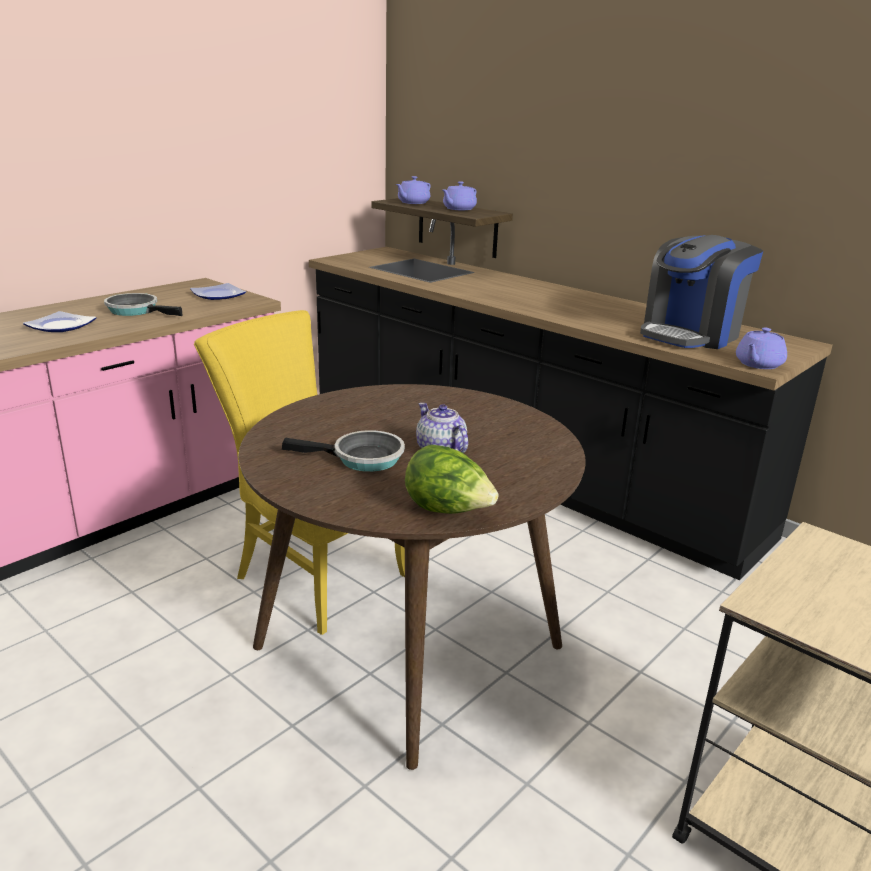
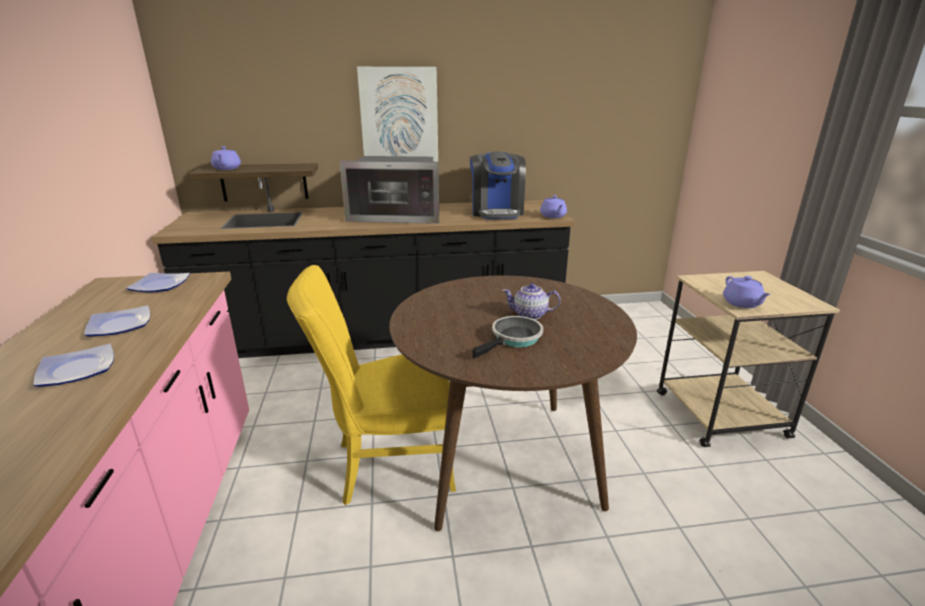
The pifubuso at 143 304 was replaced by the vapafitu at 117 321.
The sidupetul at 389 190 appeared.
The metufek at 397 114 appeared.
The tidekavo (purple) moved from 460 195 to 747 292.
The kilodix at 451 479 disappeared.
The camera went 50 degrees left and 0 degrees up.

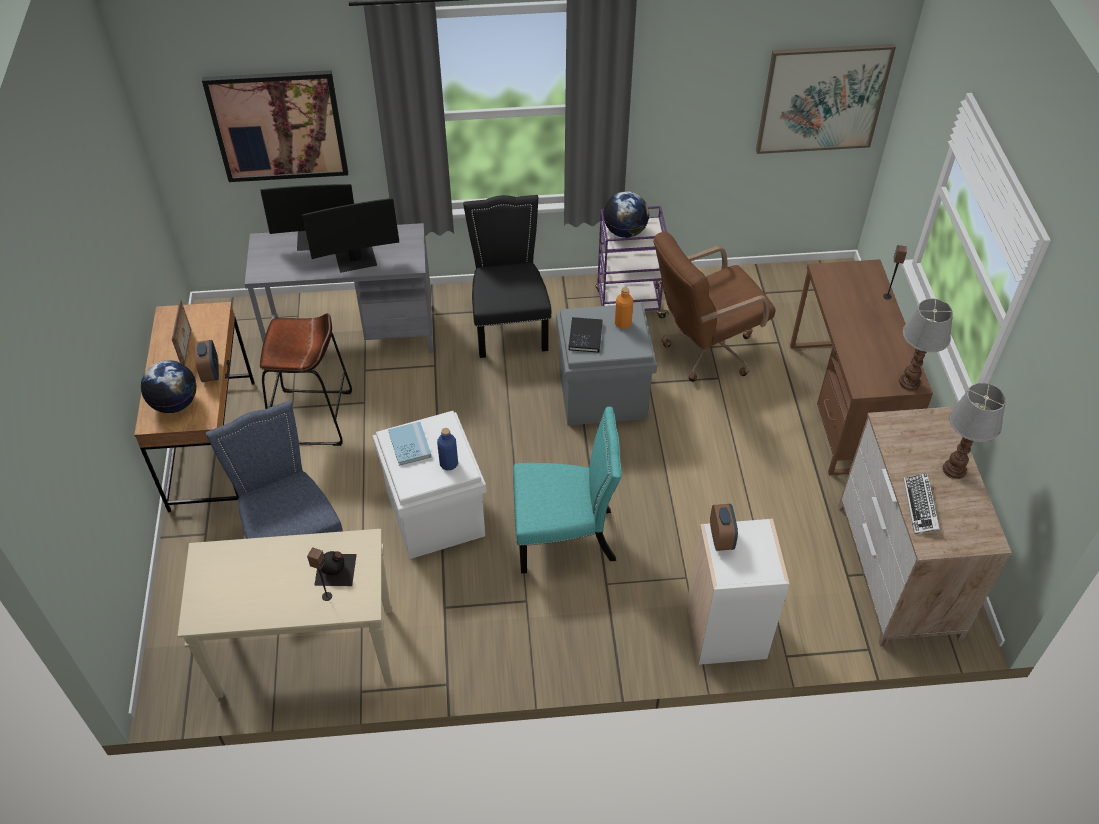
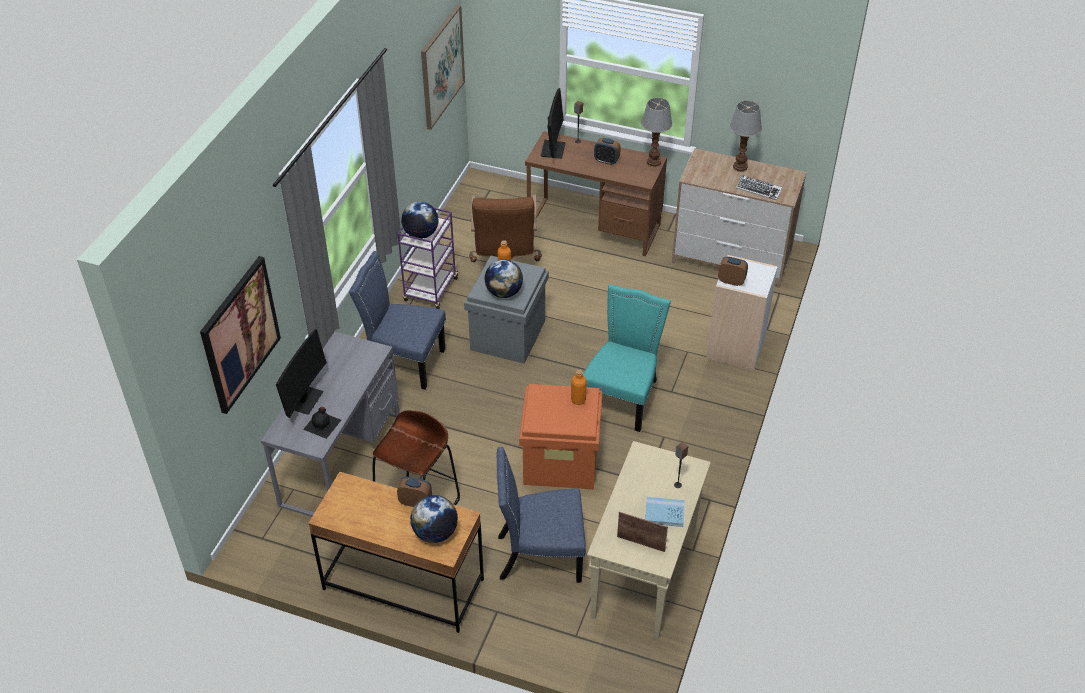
The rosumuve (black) moved from 335 568 to 322 423.
The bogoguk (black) at 507 276 became the bogoguk (blue) at 397 320.
The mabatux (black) at 585 335 was replaced by the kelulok at 503 279.
The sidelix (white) at 429 485 became the sidelix (orange) at 561 436.
The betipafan moved from 351 235 to 553 123.
The rosumuve (blue) at 447 449 became the rosumuve (orange) at 579 387.
The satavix at 607 151 appeared.
The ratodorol moved from 181 332 to 642 532.
The mabatux (blue) moved from 410 444 to 665 512.
The camera went 65 degrees left and 5 degrees down.

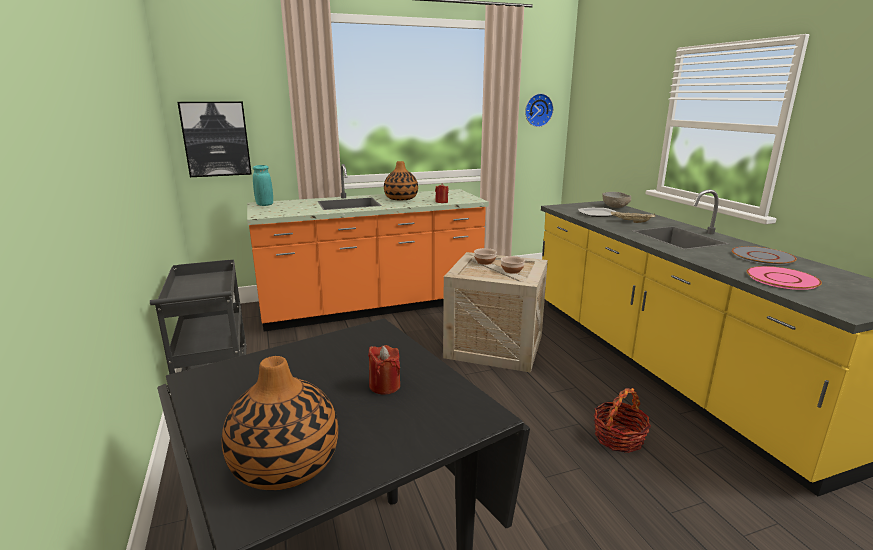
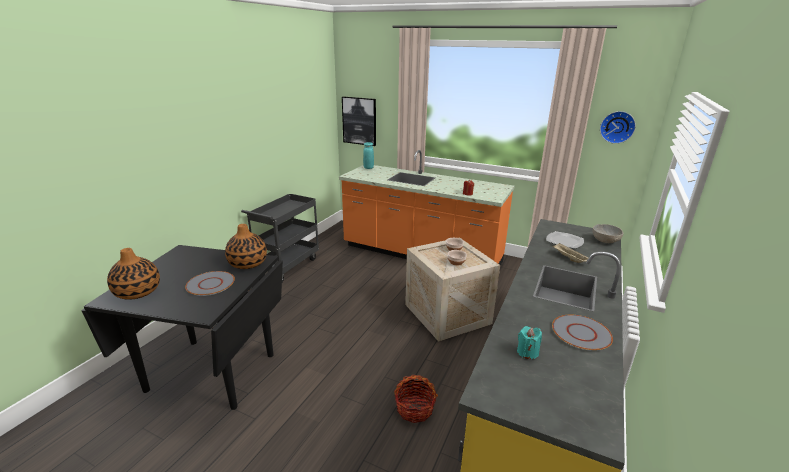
The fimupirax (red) at 384 369 was replaced by the vapafitu (grey) at 210 283.
The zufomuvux moved from 401 180 to 246 246.
The vapafitu (pink) at 784 278 was replaced by the fimupirax (turquoise) at 529 342.
The camera went 45 degrees right and 5 degrees up.

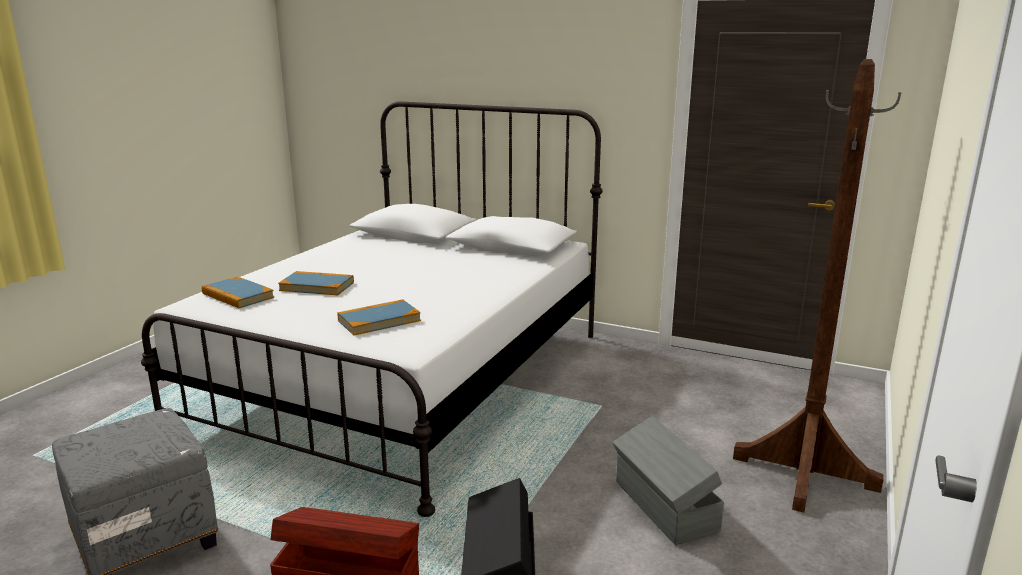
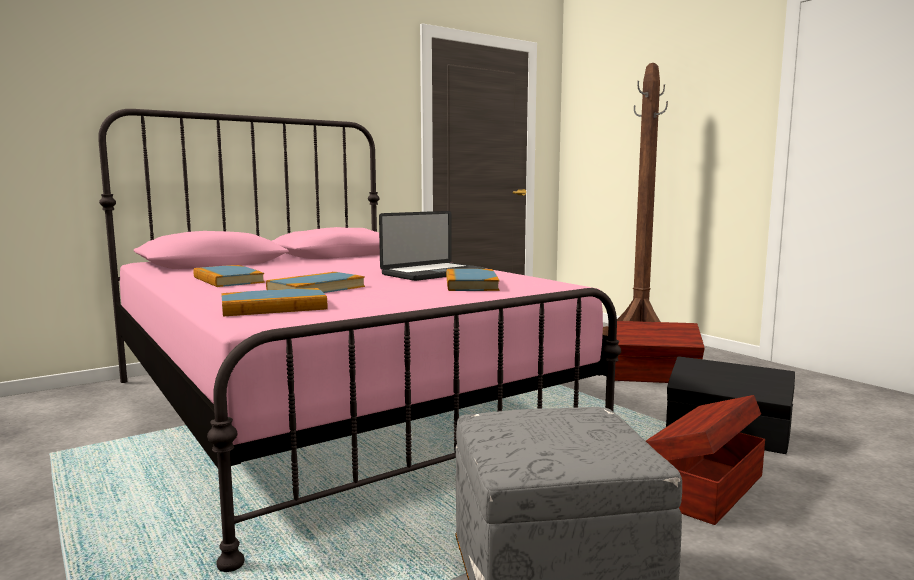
The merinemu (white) at 372 309 became the merinemu (pink) at 359 340.
The mabatux at 229 276 appeared.
The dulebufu at 432 246 appeared.
The sidelix (grey) at 668 480 became the sidelix (brown) at 659 352.
The camera went 60 degrees left and 10 degrees down.

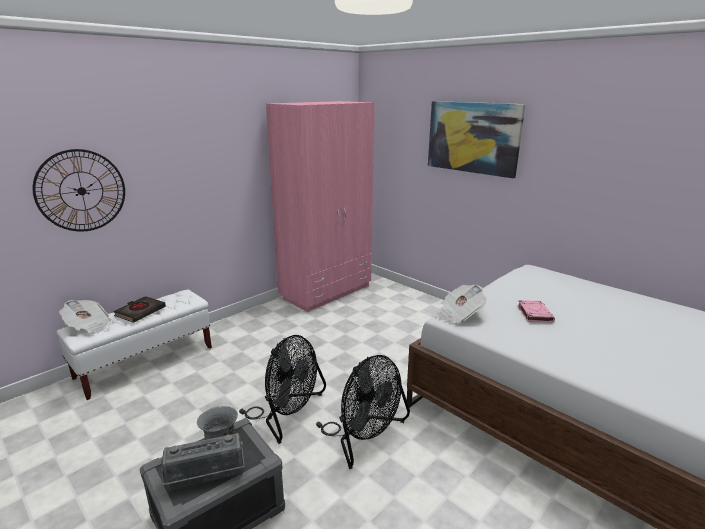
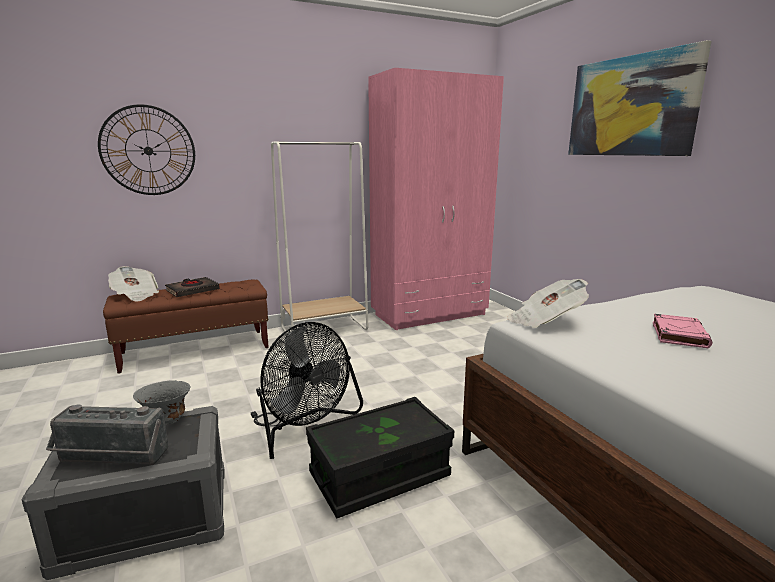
The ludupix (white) at 134 344 became the ludupix (brown) at 186 326.
The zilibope at 319 238 appeared.
The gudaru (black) at 363 412 was replaced by the sidelix (black) at 380 457.
The camera went 20 degrees right and 5 degrees down.

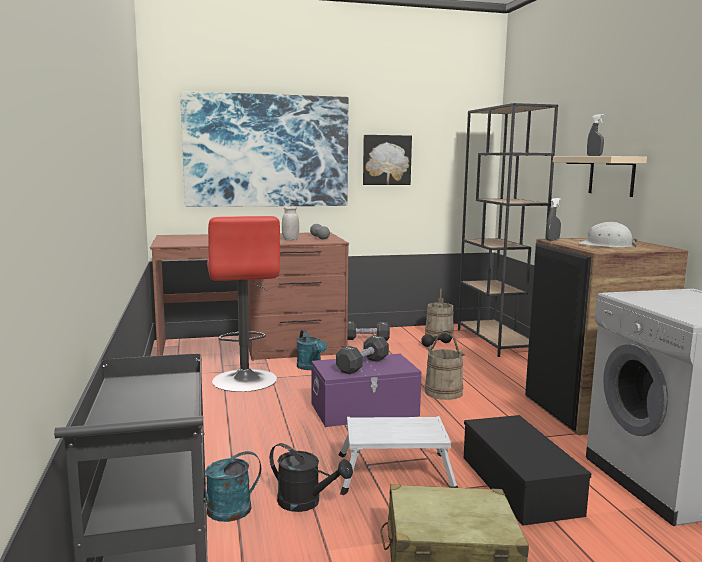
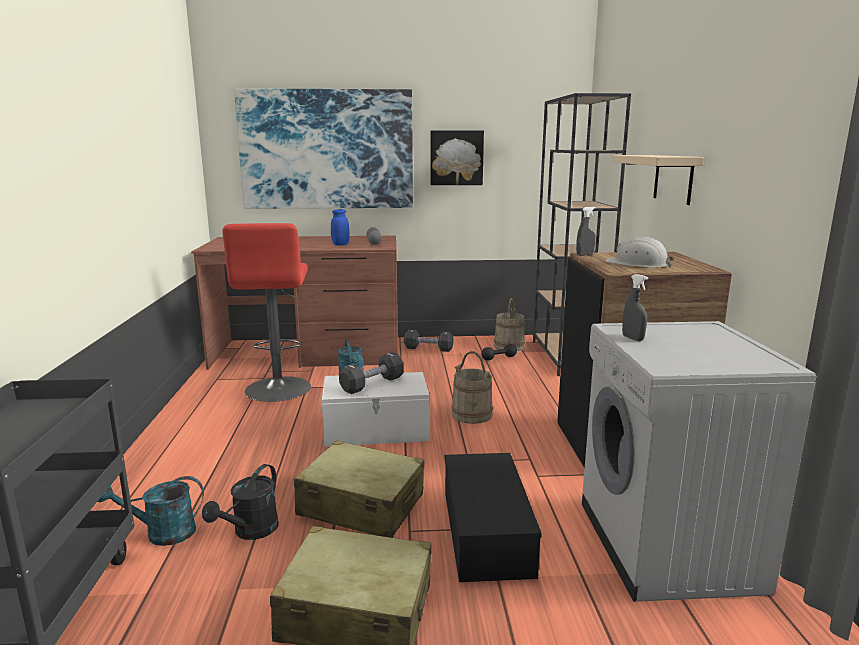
The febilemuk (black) at 311 477 turned 75 degrees clockwise.
The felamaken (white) at 398 455 was replaced by the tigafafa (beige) at 359 489.
The sidelix (purple) at 367 390 became the sidelix (white) at 376 409.
The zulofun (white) at 290 223 became the zulofun (blue) at 340 227.
The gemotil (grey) moved from 595 135 to 635 307.
The camera went 10 degrees right and 5 degrees up.

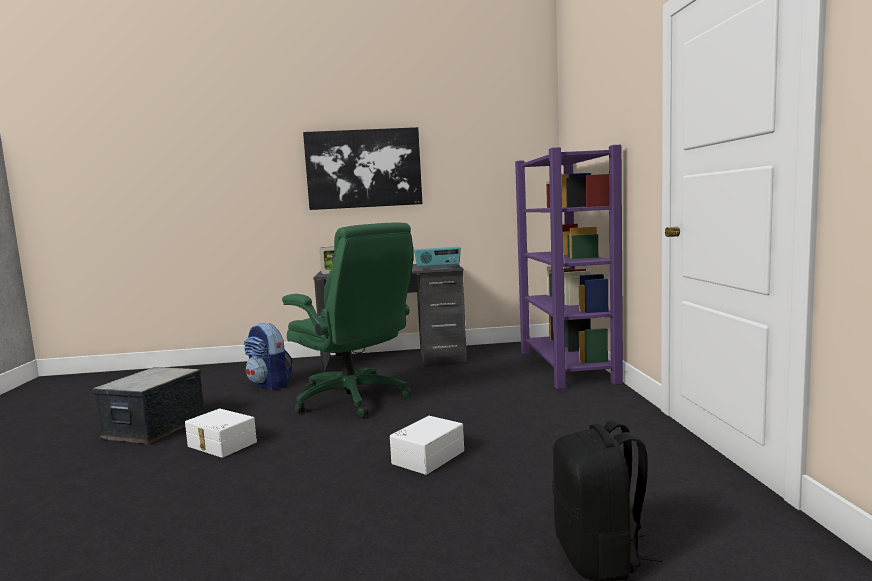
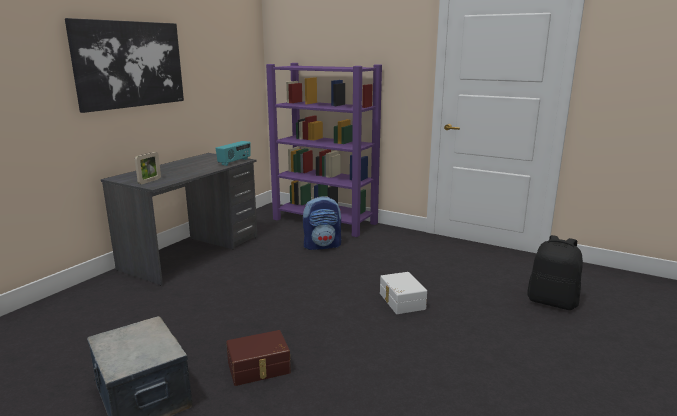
The sidelix (white) at 221 433 became the sidelix (brown) at 258 358.
The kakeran moved from 268 356 to 322 223.
The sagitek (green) at 348 320 disappeared.
The camera went 55 degrees left and 10 degrees up.

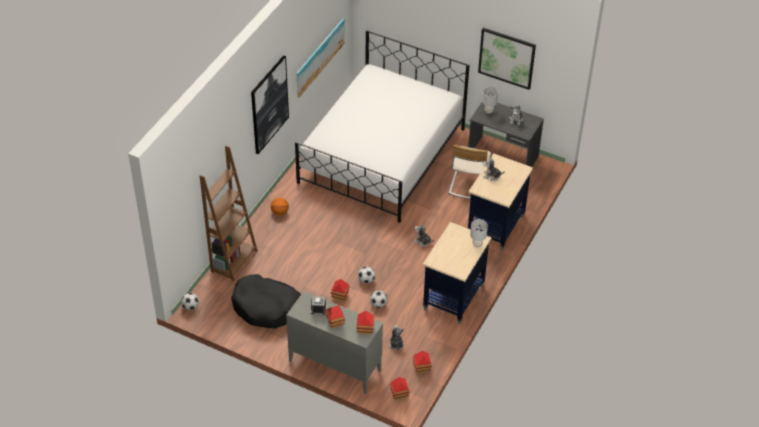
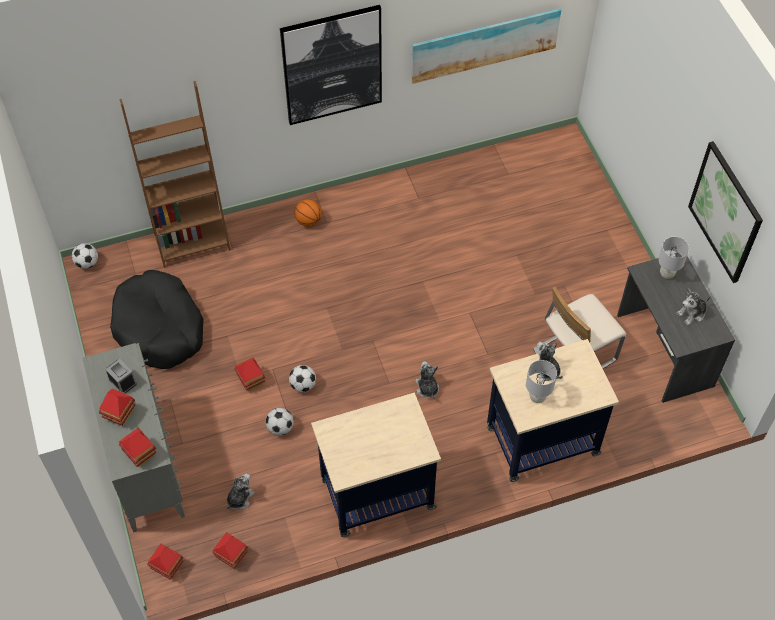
The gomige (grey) moved from 479 233 to 541 381.
The merinemu (white) at 382 126 disappeared.
The camera went 45 degrees right and 10 degrees up.

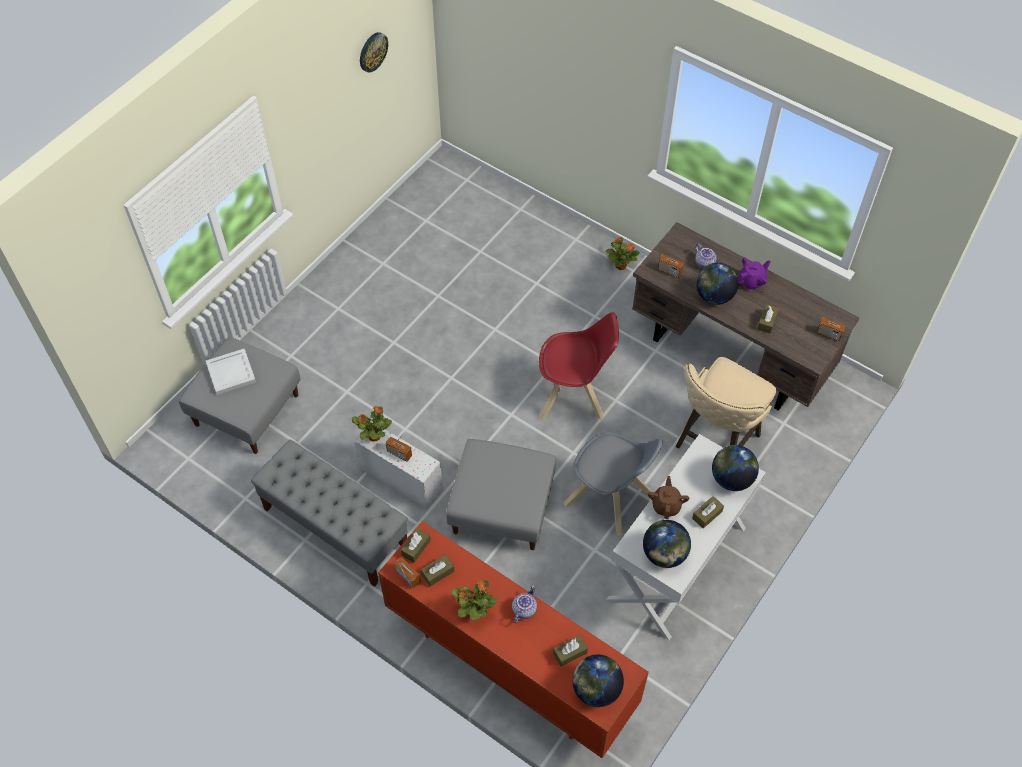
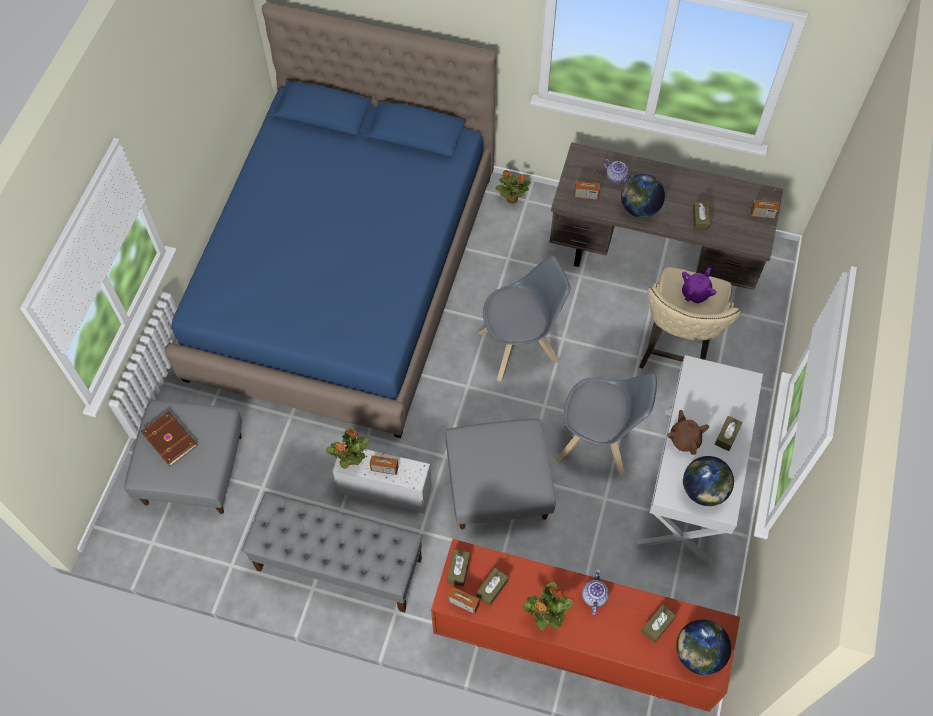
The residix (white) at 231 372 was replaced by the mabatux (brown) at 169 438.
The merinemu (blue) at 330 220 appeared.
The bogoguk (red) at 579 366 became the bogoguk (grey) at 524 319.
The tidekavo (purple) moved from 754 273 to 699 285.
The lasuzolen at 374 52 disappeared.
The kelulok at 735 468 disappeared.
The camera went 20 degrees left and 5 degrees up.

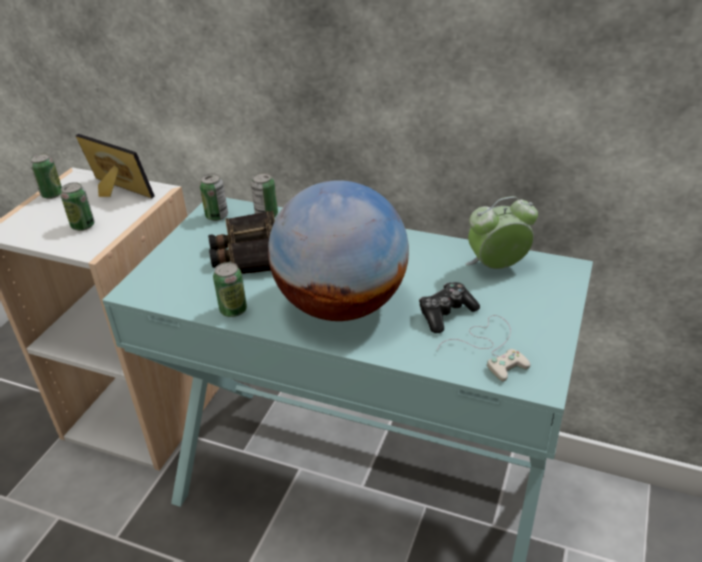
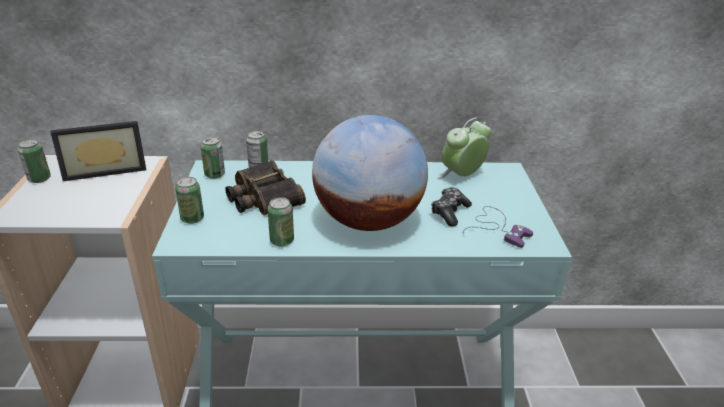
The ratodorol at 115 166 turned 150 degrees clockwise.
The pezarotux moved from 77 206 to 189 200.
The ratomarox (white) at 484 348 became the ratomarox (purple) at 498 227.
The camera went 25 degrees left and 5 degrees down.

